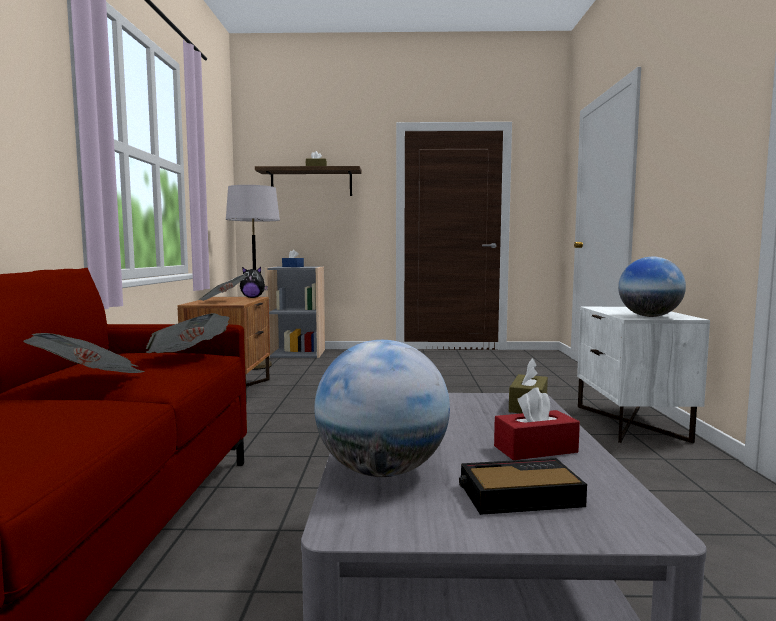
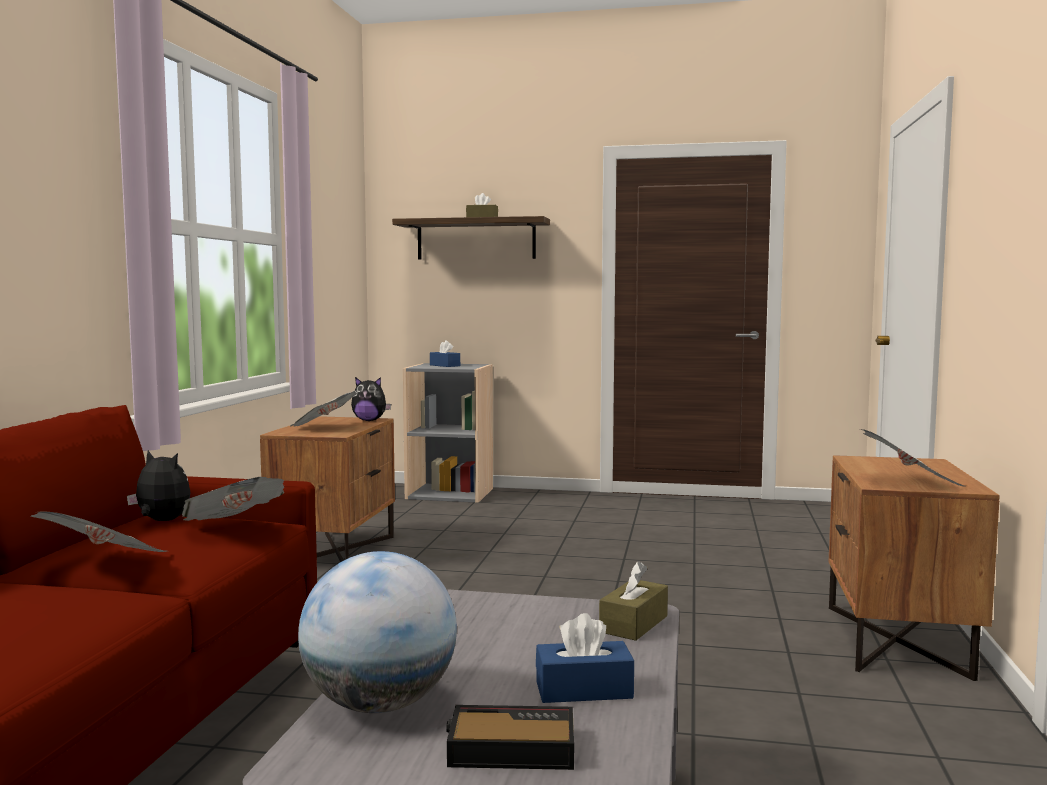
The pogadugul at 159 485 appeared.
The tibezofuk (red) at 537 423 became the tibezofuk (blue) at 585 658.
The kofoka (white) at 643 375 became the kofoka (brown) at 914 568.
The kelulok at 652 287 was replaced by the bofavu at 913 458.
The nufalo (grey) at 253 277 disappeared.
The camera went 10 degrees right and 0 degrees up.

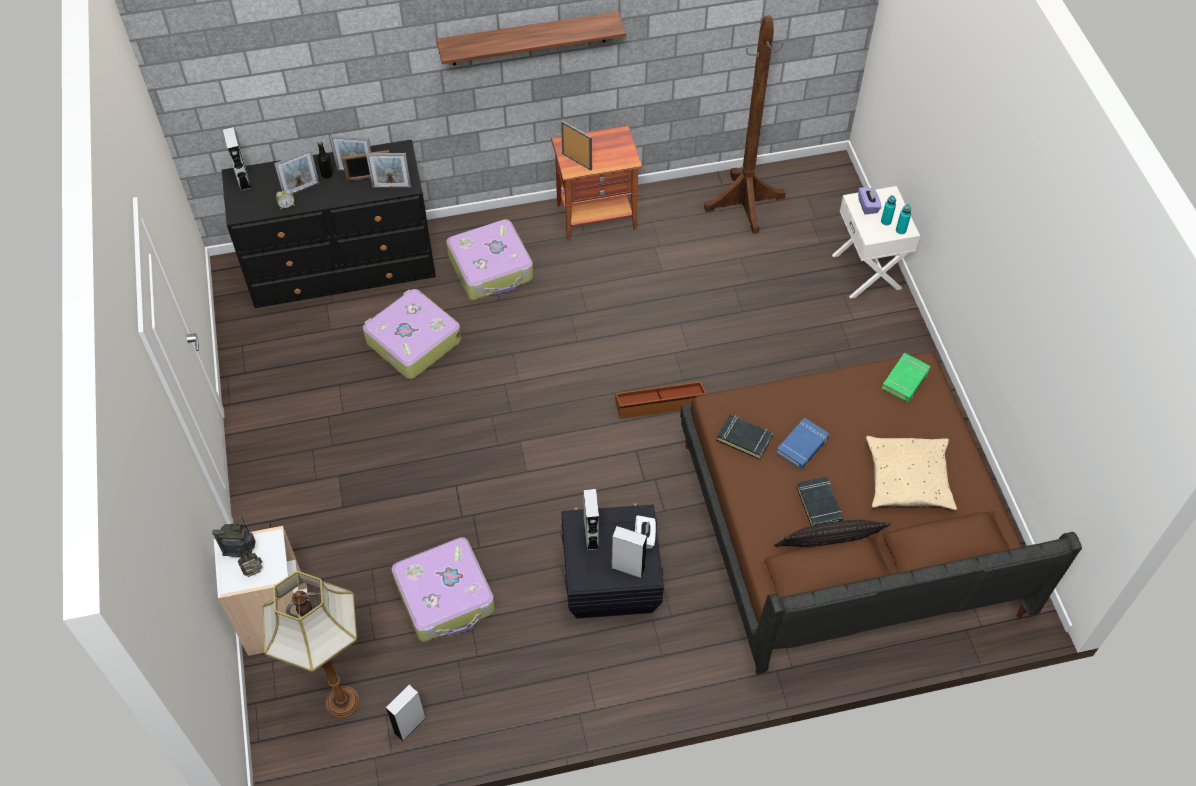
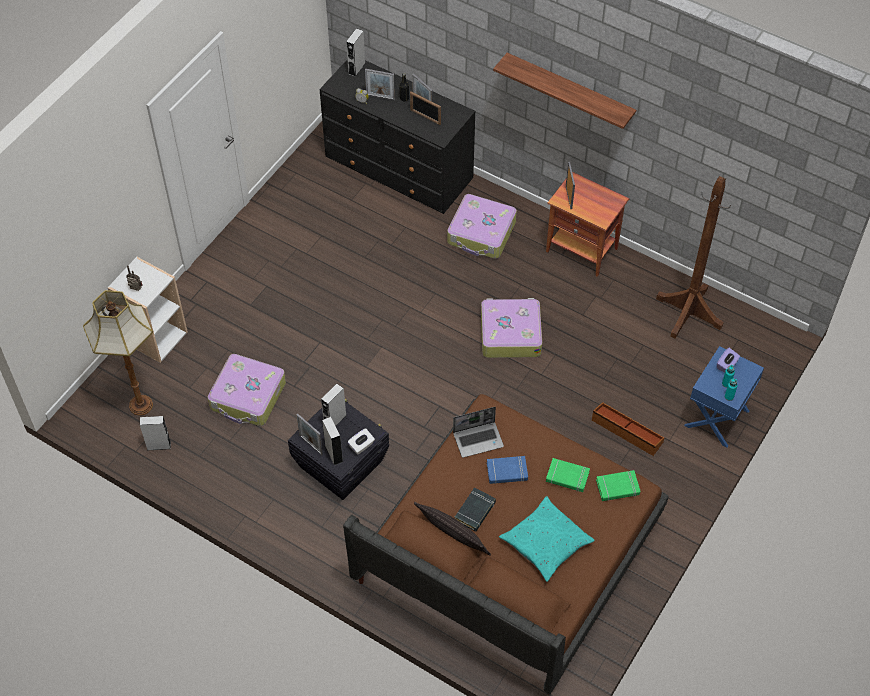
The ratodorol moved from 388 170 to 309 434.
The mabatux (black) at 745 437 was replaced by the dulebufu at 478 432.
The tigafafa moved from 412 334 to 511 328.
The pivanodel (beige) at 911 473 became the pivanodel (turquoise) at 547 539.
The mabatux (green) at 568 475 appeared.
The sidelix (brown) moved from 660 400 to 628 429.
The kofoka (white) at 876 242 became the kofoka (blue) at 724 397.
The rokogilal at 234 537 disappeared.
The camera went 45 degrees right and 0 degrees up.

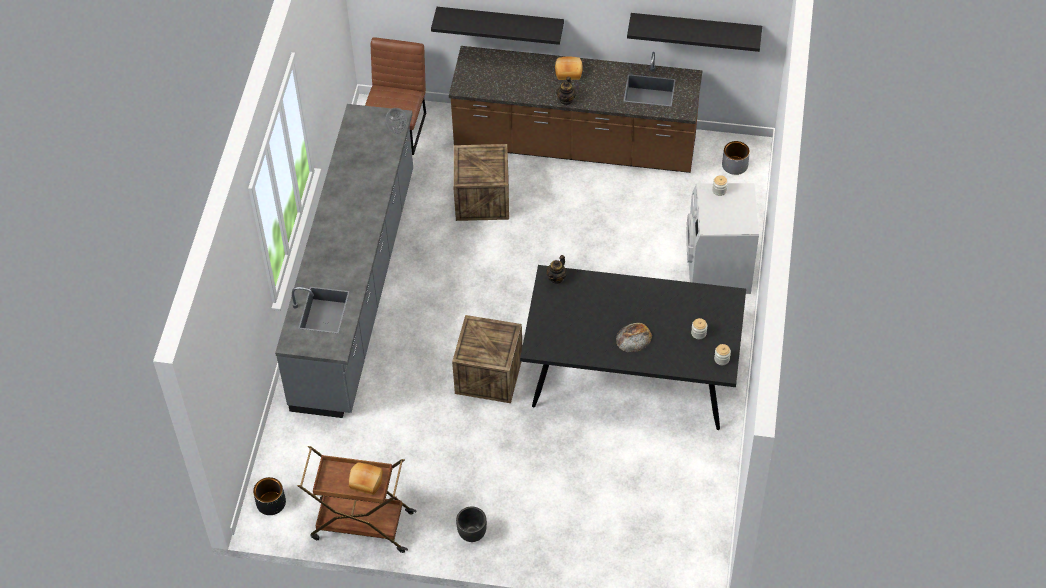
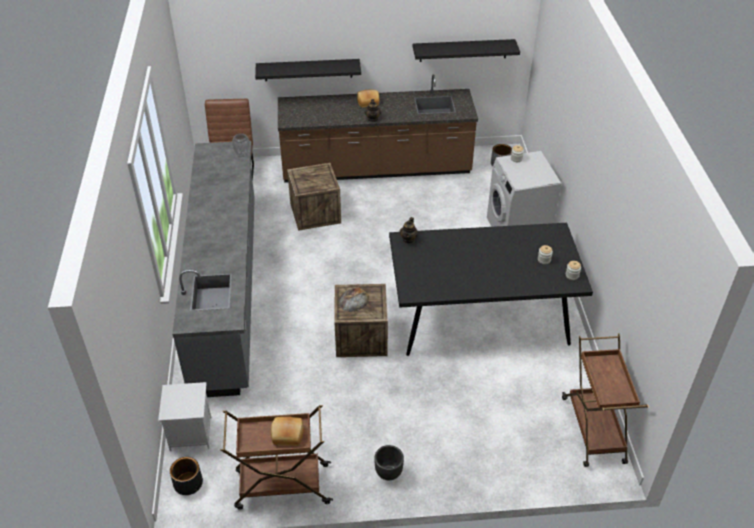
The kofoka (grey) at 184 416 appeared.
The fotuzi moved from 634 337 to 354 299.
The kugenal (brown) at 605 400 appeared.
The camera went 15 degrees left and 10 degrees down.

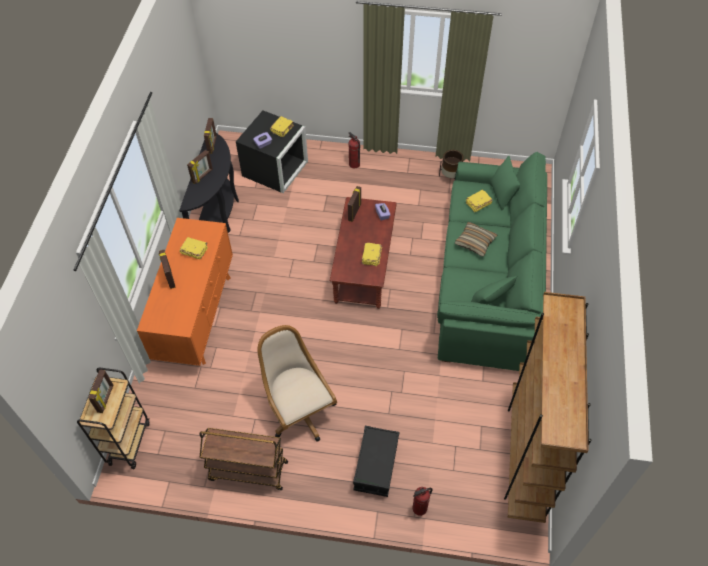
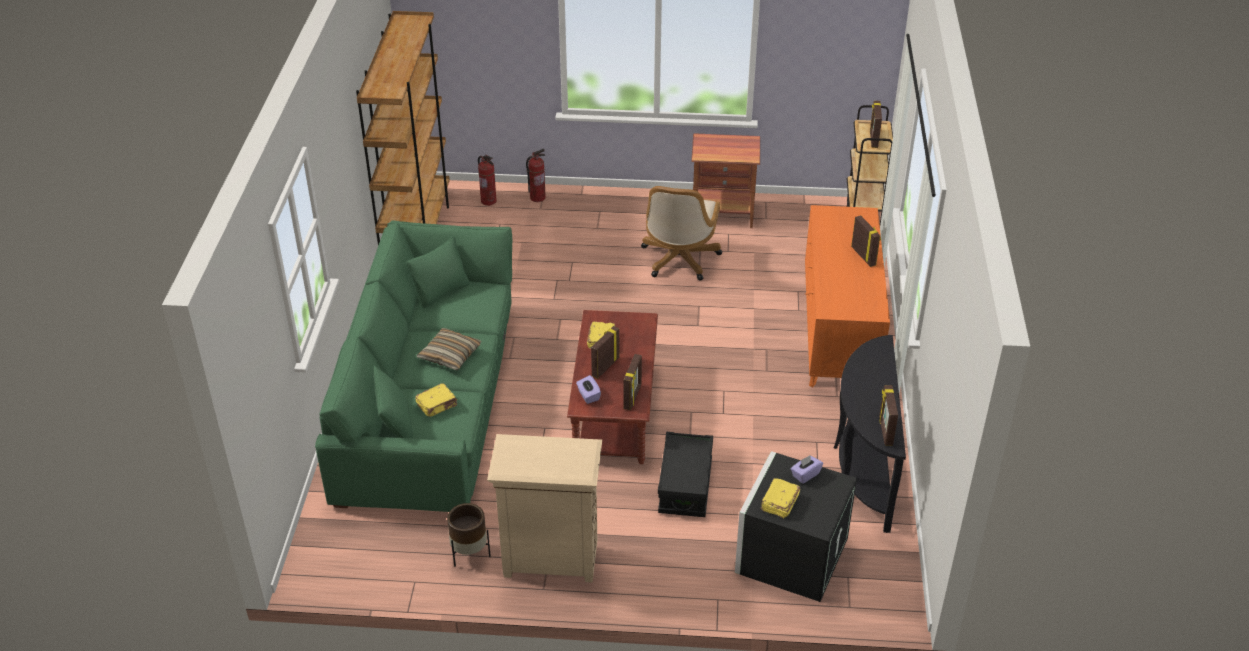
The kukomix moved from 354 150 to 487 180.
The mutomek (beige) at 544 508 appeared.
The ratodorol moved from 200 167 to 605 352.
The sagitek at 297 383 turned 45 degrees clockwise.
The sidelix (black) moved from 376 461 to 685 474.
The kugenal (brown) at 243 459 was replaced by the kofoka at 725 180.
The mabatux (yellow) at 194 248 disappeared.
The camera went 175 degrees right and 15 degrees down.

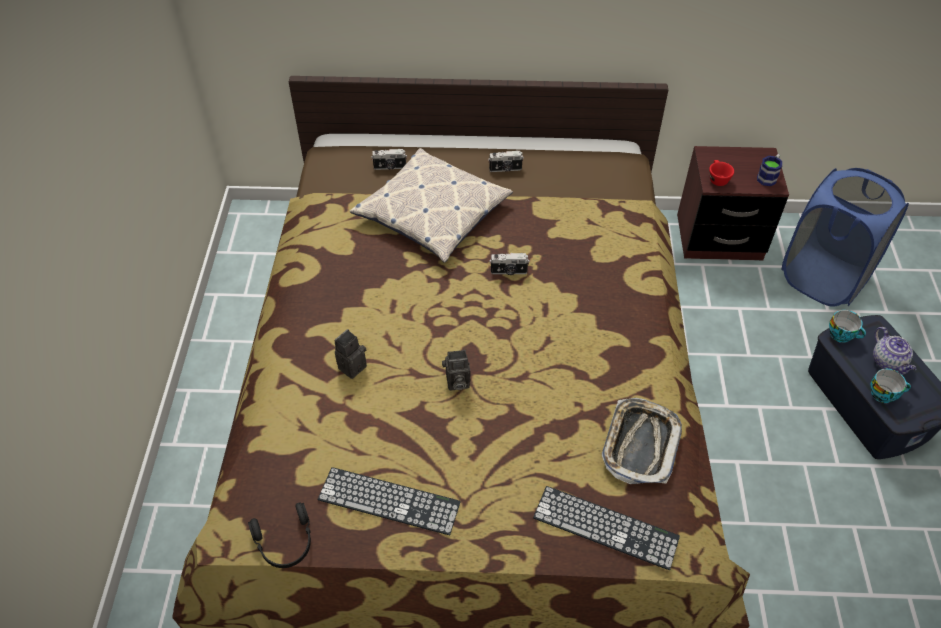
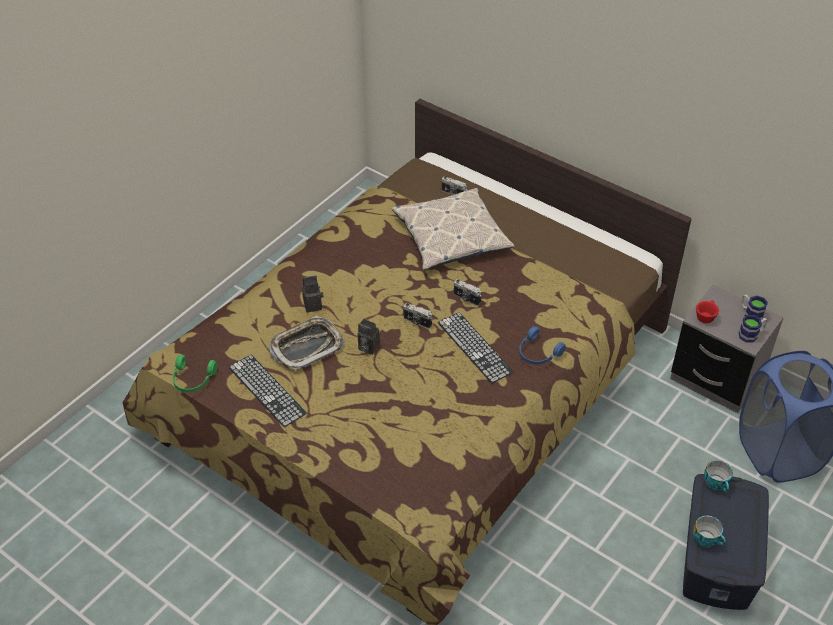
The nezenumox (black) at 279 535 became the nezenumox (green) at 195 373.
The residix moved from 642 441 to 307 343.
The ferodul moved from 506 161 to 418 316.
The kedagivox moved from 606 528 to 476 347.
The nezenumox (blue) at 542 345 appeared.
The kofoka (brown) at 733 203 became the kofoka (grey) at 727 349.
The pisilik at 754 307 appeared.
The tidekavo at 894 351 disappeared.
The camera went 35 degrees right and 5 degrees down.

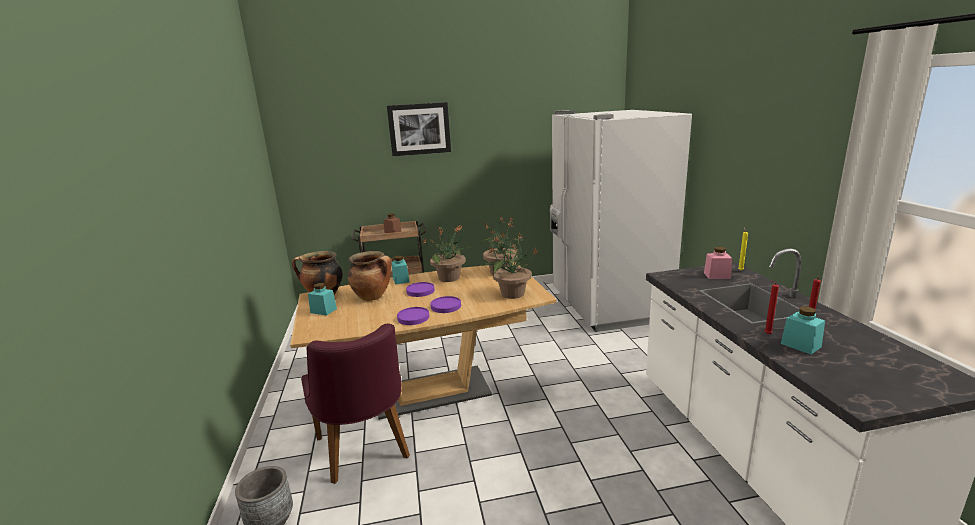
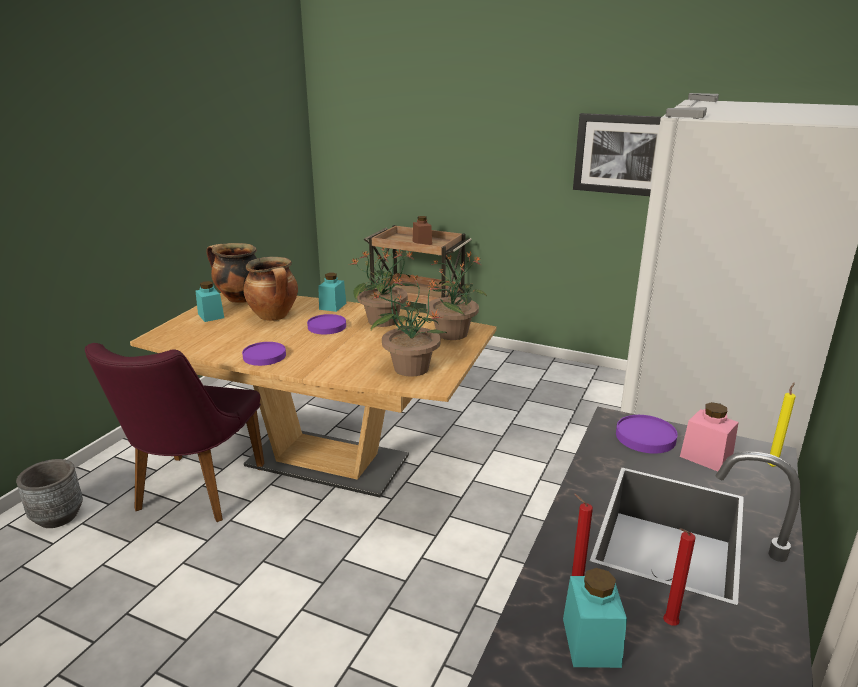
The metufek moved from 419 129 to 617 154.
The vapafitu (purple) moved from 445 304 to 647 434.
The camera went 35 degrees right and 5 degrees up.

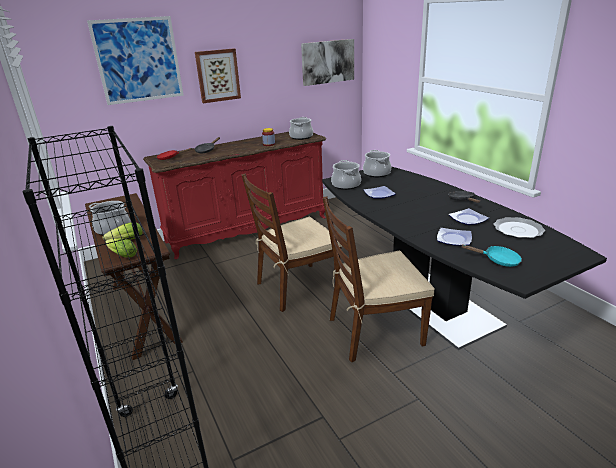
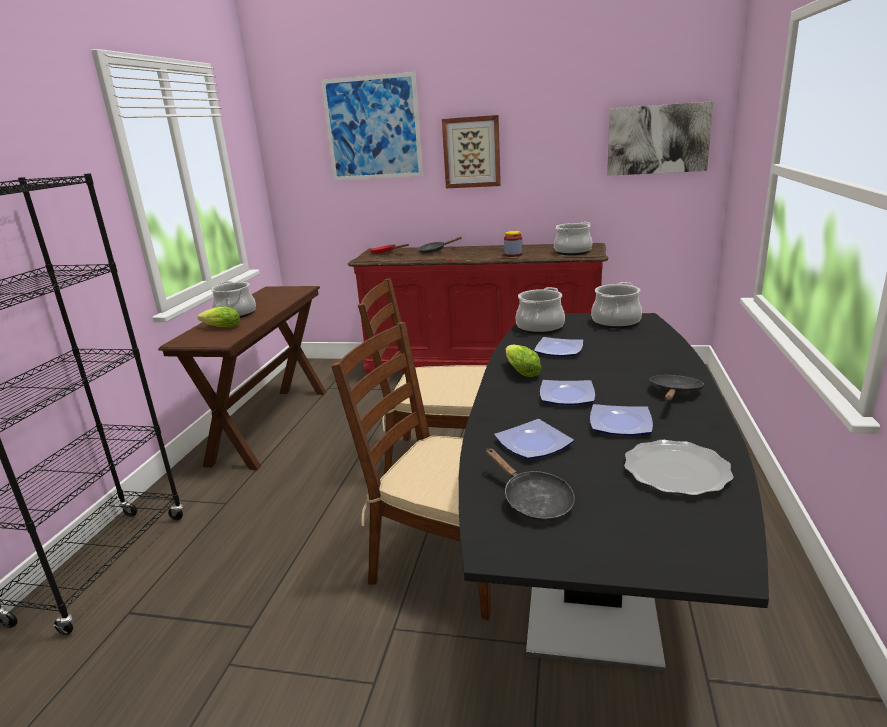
The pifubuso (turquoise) at 491 255 became the pifubuso (black) at 530 485.
The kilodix moved from 121 248 to 523 361.
The vapafitu at 567 392 appeared.
The camera went 40 degrees right and 5 degrees down.

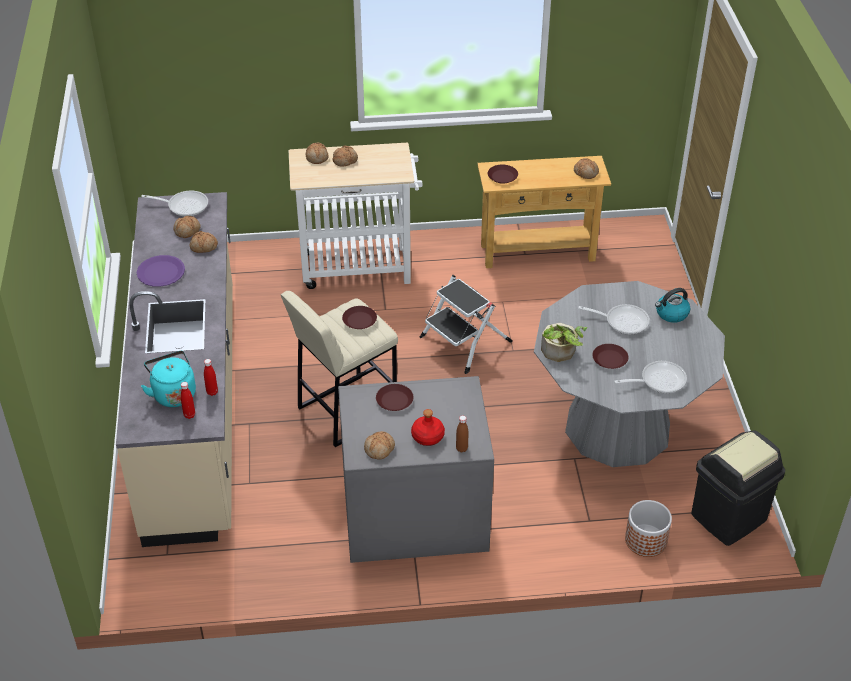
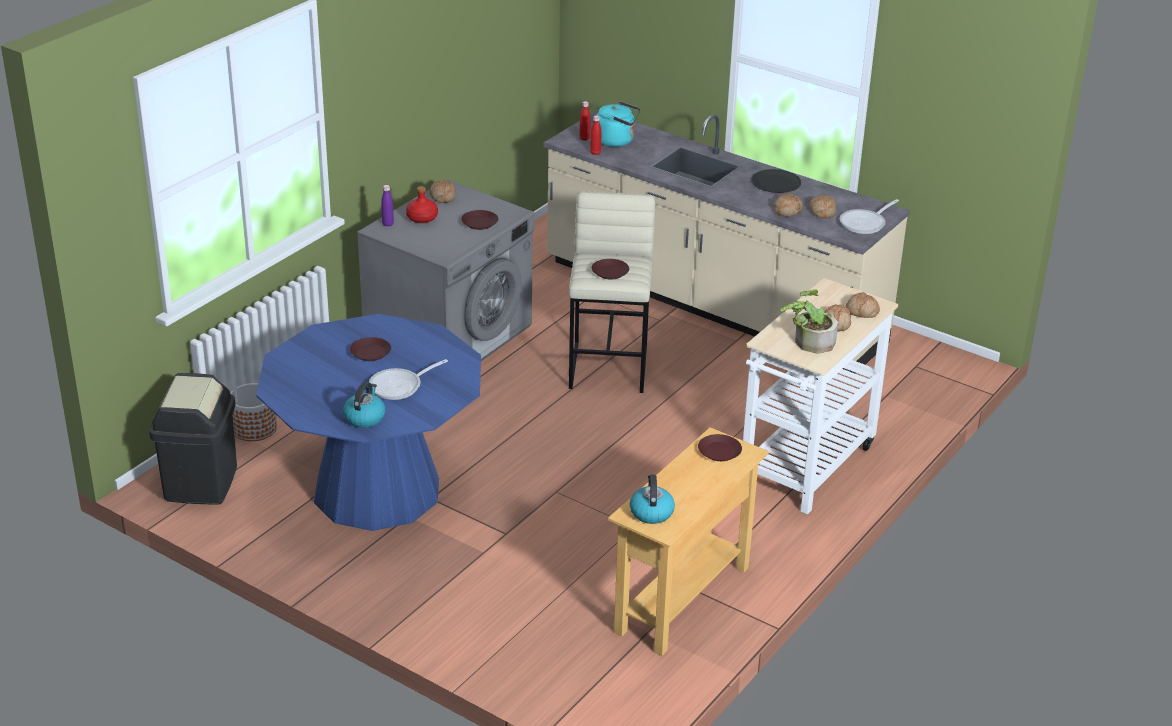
The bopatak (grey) at 629 374 became the bopatak (blue) at 368 422.
The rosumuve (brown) at 462 434 became the rosumuve (purple) at 387 206.
The fotuzi at 586 168 was replaced by the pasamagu at 652 499.
The vapafitu (purple) at 160 271 became the vapafitu (black) at 776 181.
The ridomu moved from 564 342 to 809 321.
The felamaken at 466 324 disappeared.
The pifubuso at 650 377 disappeared.
The camera went 130 degrees right and 10 degrees down.

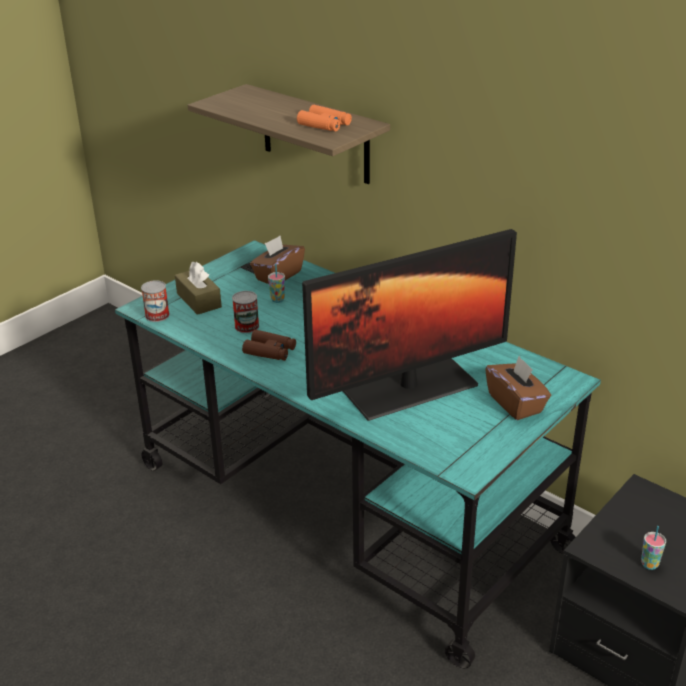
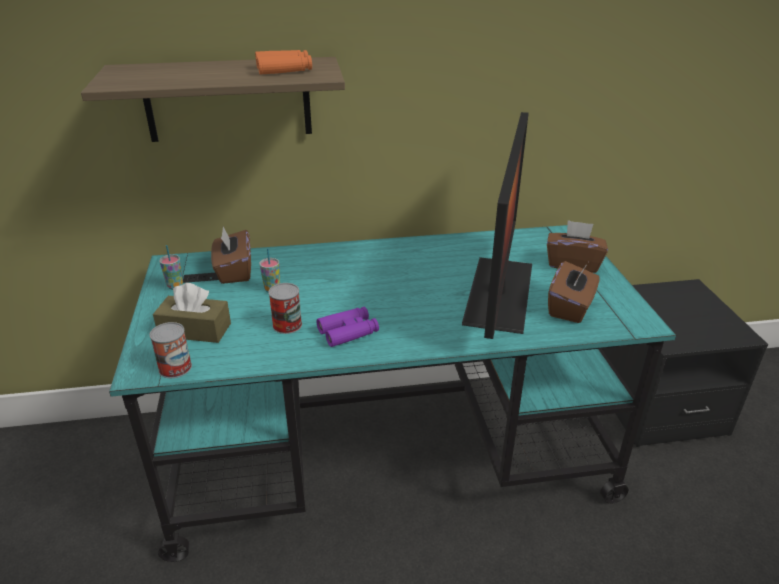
The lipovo moved from 653 548 to 171 267.
The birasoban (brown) at 269 345 became the birasoban (purple) at 347 327.
The tibezofuk (brown) at 573 292 appeared.
The camera went 50 degrees left and 0 degrees up.

